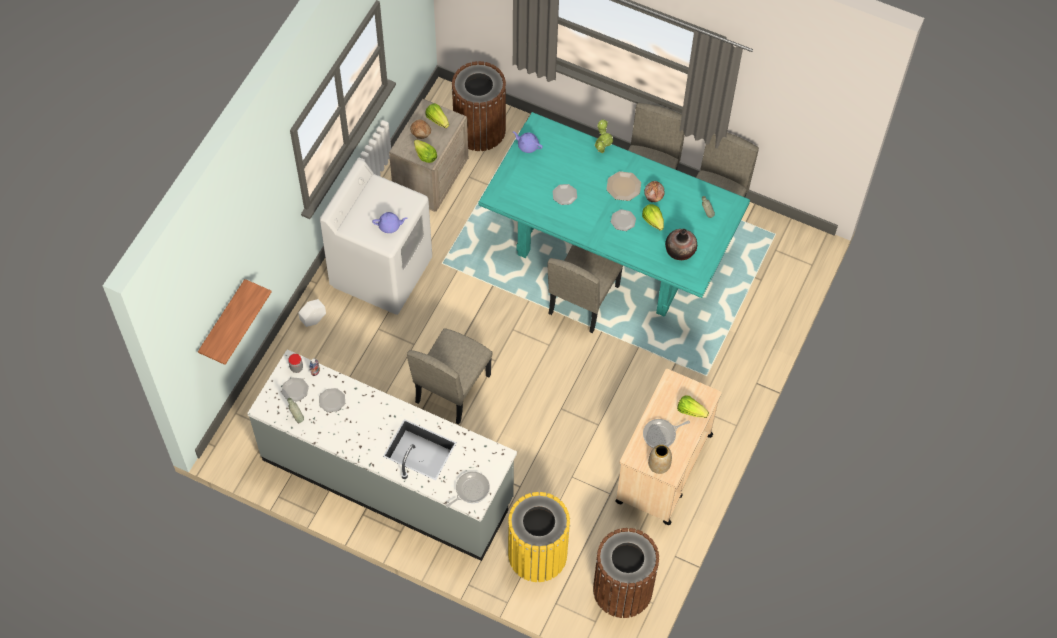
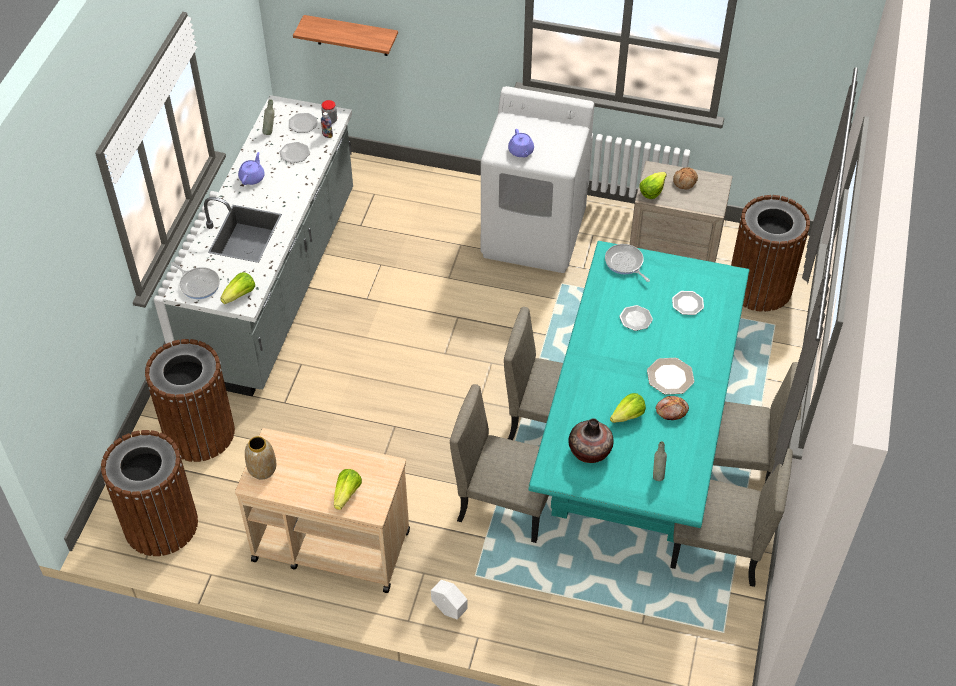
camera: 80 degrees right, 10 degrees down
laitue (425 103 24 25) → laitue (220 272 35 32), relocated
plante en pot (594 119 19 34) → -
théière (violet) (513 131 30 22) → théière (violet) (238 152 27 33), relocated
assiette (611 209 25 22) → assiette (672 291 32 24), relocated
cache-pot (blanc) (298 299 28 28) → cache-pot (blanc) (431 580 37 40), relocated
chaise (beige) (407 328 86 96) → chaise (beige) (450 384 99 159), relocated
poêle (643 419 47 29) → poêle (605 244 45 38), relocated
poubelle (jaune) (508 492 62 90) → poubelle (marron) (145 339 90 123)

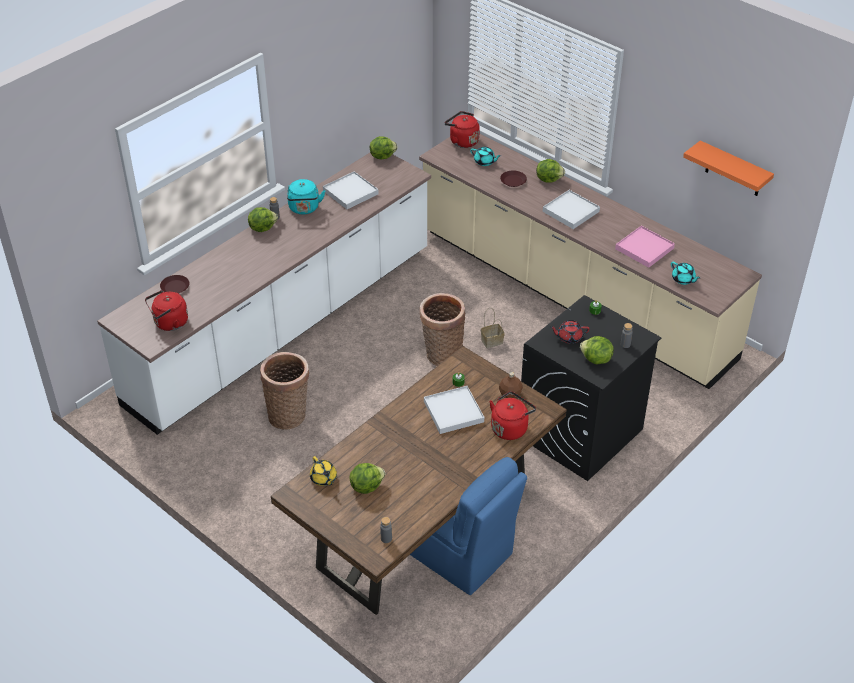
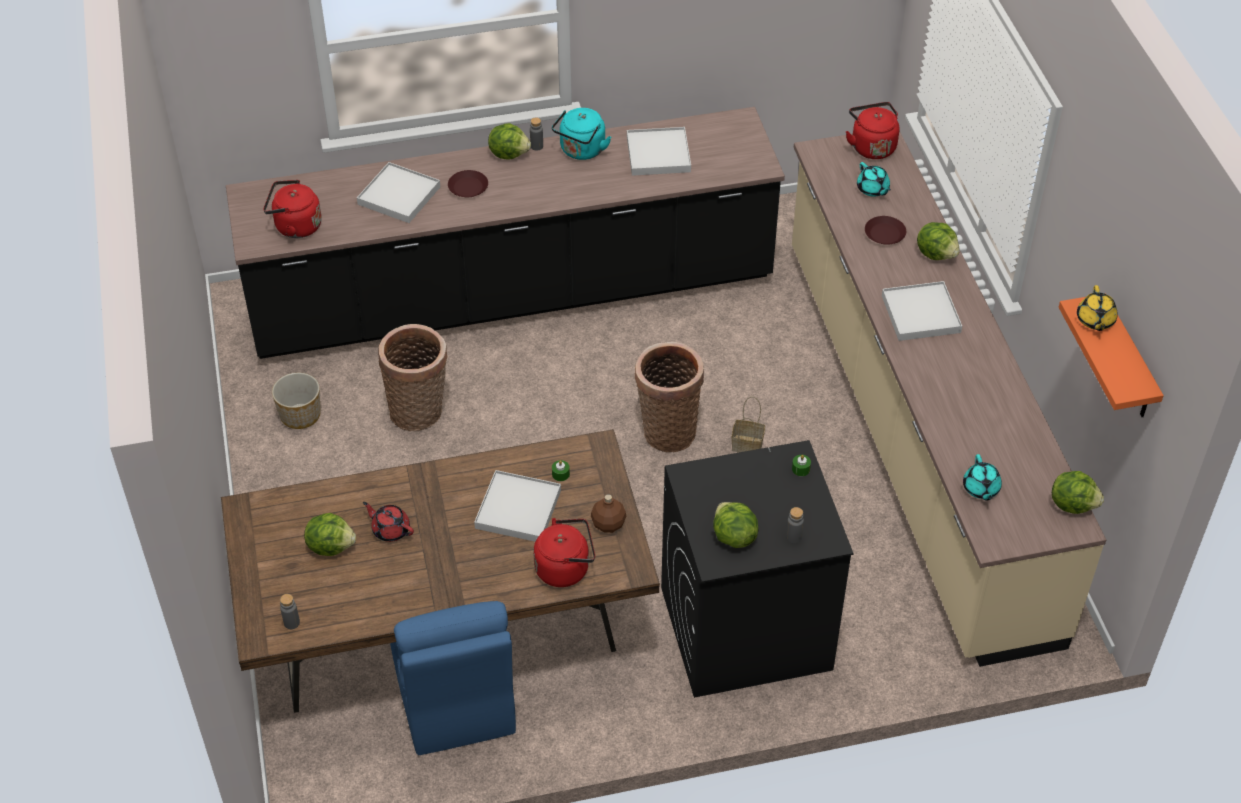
camera: 35 degrees right, 5 degrees up
laitue (370 136 28 23) → laitue (1052 471 52 43), relocated
comptoir de cuisine (blanc) (97 153 334 282) → comptoir de cuisine (noir) (226 107 559 252)
plateau (rose) (615 226 60 42) → -
assiette (marron) (160 275 30 19) → assiette (marron) (448 170 40 27), relocated
théière (rouge) (550 320 40 24) → théière (rouge) (363 502 51 40), relocated
théière (jaune) (310 456 27 30) → théière (jaune) (1077 285 40 46), relocated
- → plateau (blanc) (357 162 83 61)
- → cache-pot (272 373 49 56)

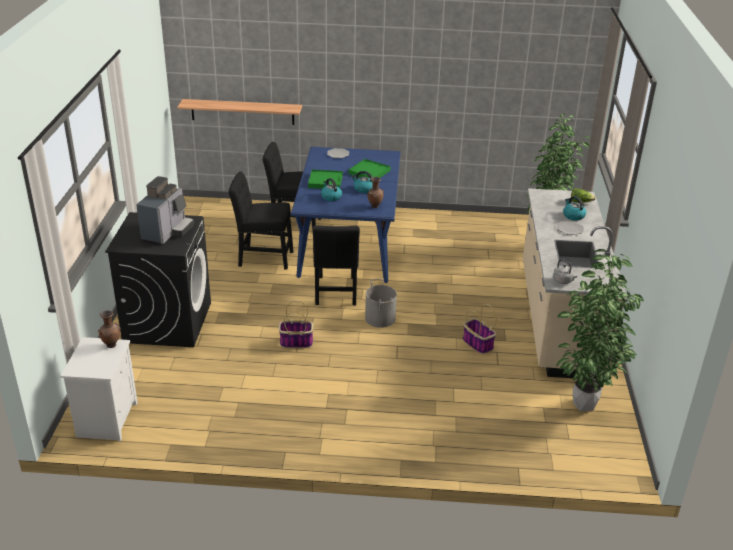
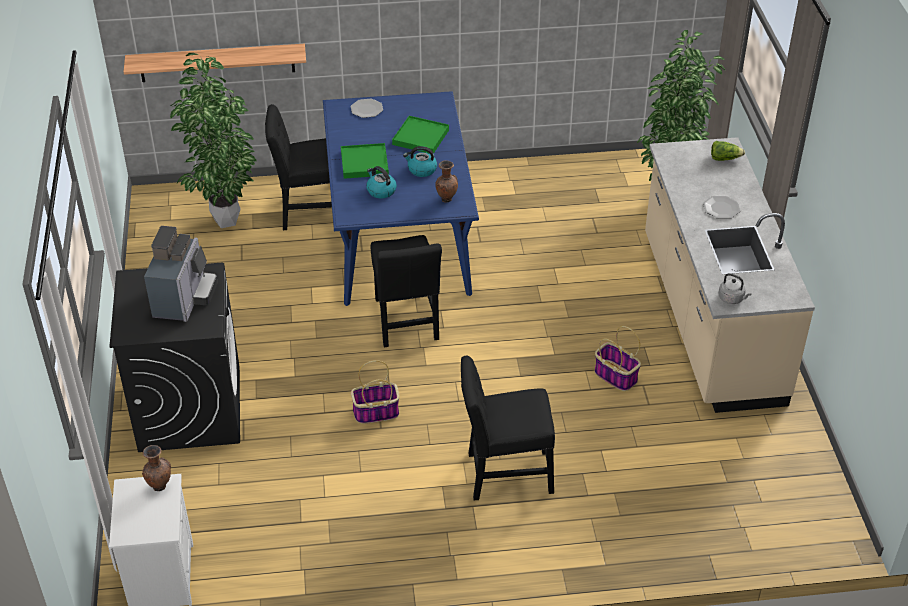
camera: 10 degrees left, 10 degrees up
chaise (noir) (229 171 65 99) → chaise (noir) (461 356 94 144), relocated
bouilloire (563 196 23 25) → -
plante en pot (556 249 88 162) → plante en pot (170 53 87 175), relocated
seau (gris) (365 278 32 50) → -

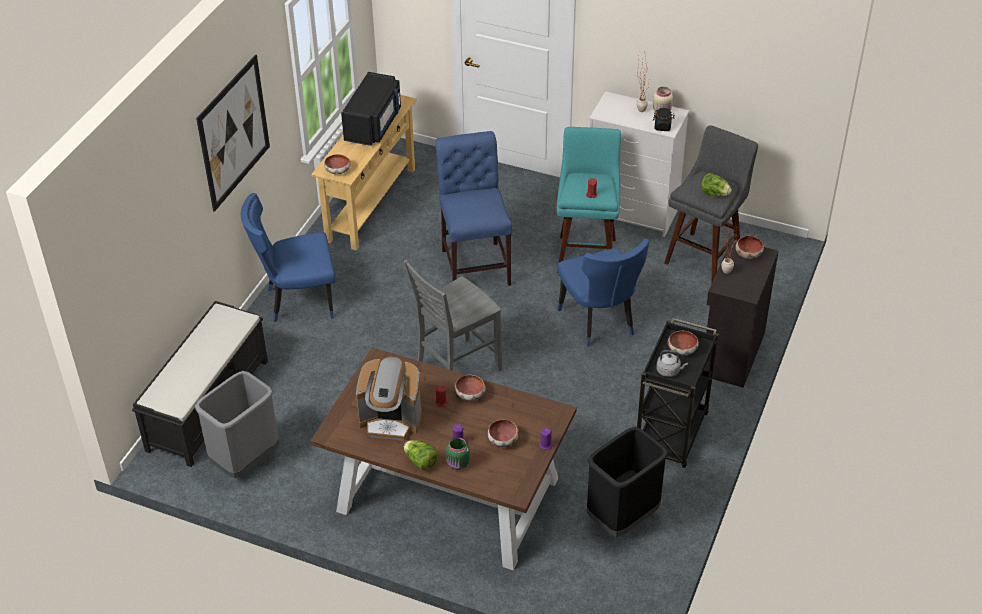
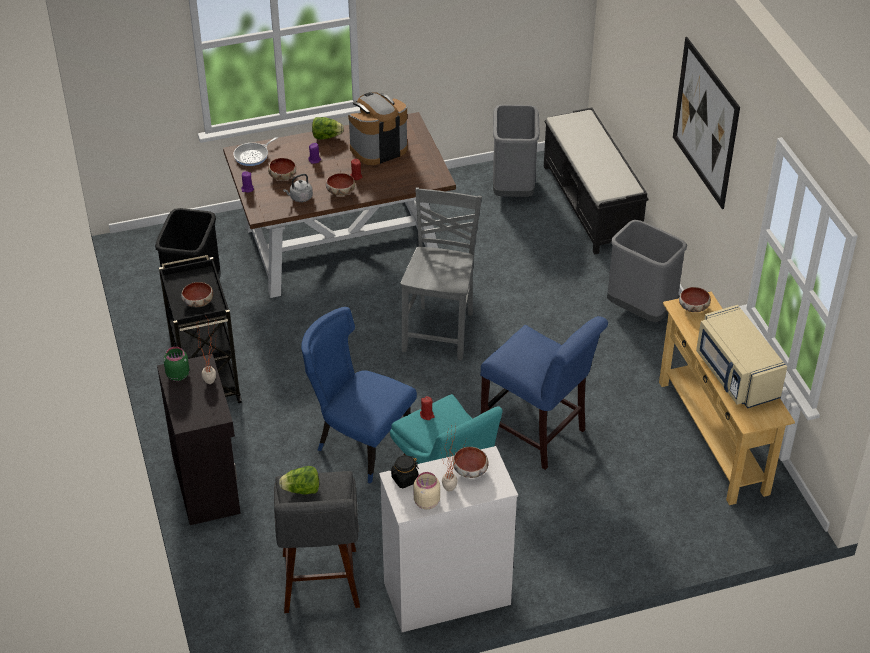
camera: 140 degrees right, 0 degrees up
micro-ondes (noir) (341 72 60 74) → micro-ondes (beige) (696 305 91 103)
chaise (bleu) (241 193 95 129) → poubelle (gris) (607 220 80 102)
bol (735 236 29 23) → bol (453 447 36 31), relocated
bouilloire (gris) (656 350 32 27) → bouilloire (gris) (283 174 30 28), relocated
bocal (vert) (446 437 24 33) → bocal (vert) (164 347 26 34), relocated
- → poêle (234 137 44 29)

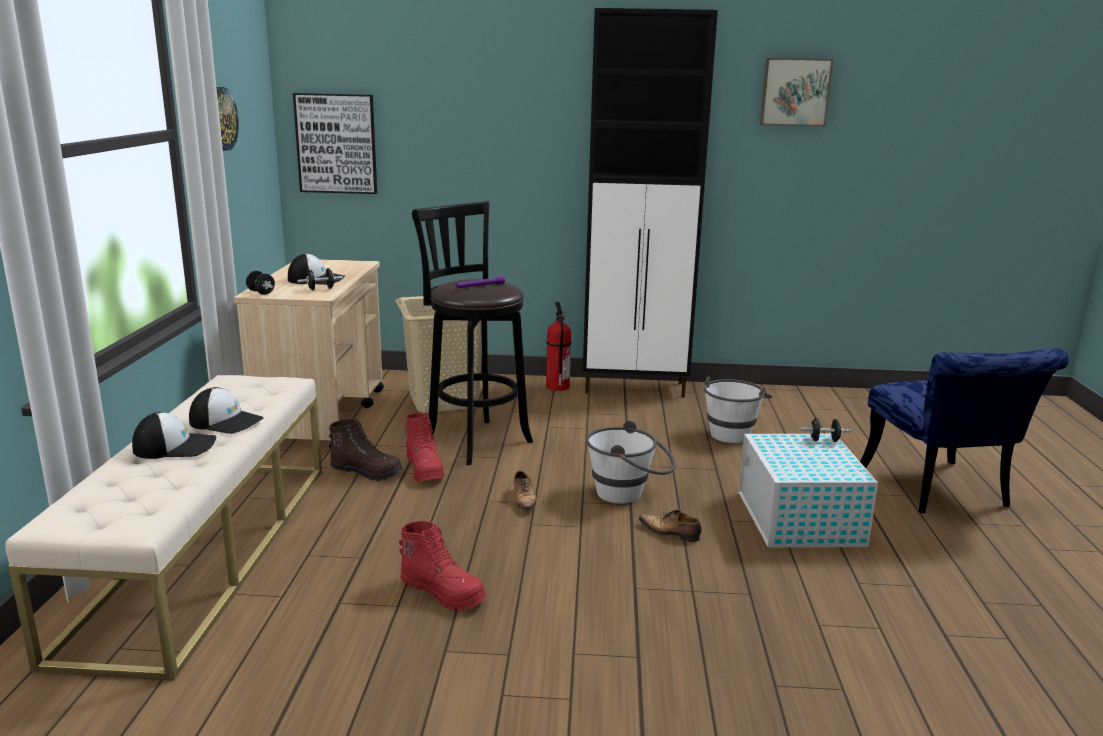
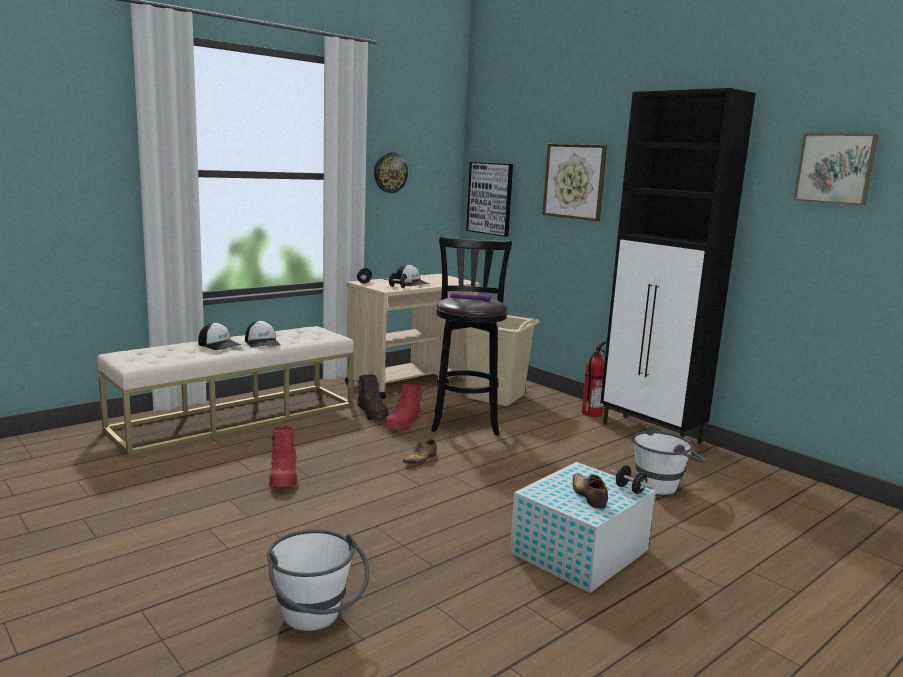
camera: 45 degrees right, 5 degrees down
chaise (bleu) (860 348 209 165) → -
seau (blanc) (586 420 90 84) → seau (blanc) (267 529 102 102), relocated
chaussure (639 510 63 32) → chaussure (573 474 35 35), relocated
- → tableau (542 144 65 77)

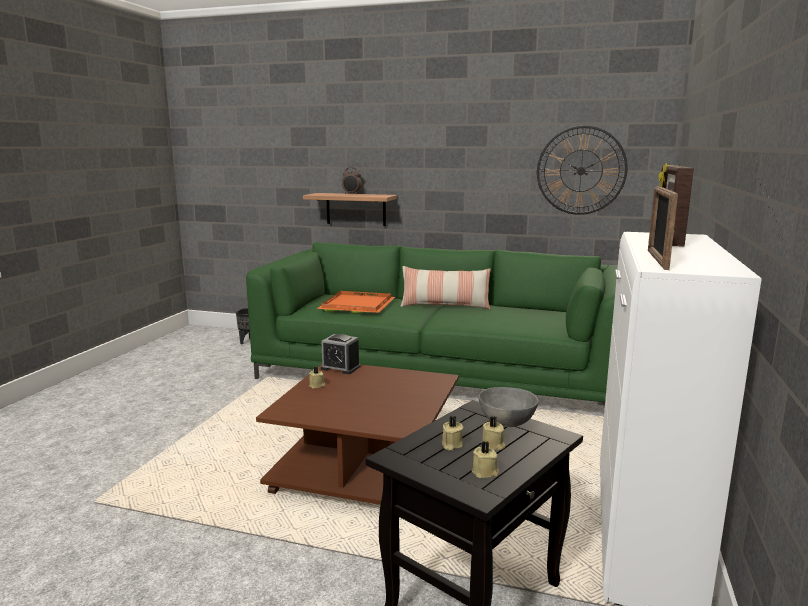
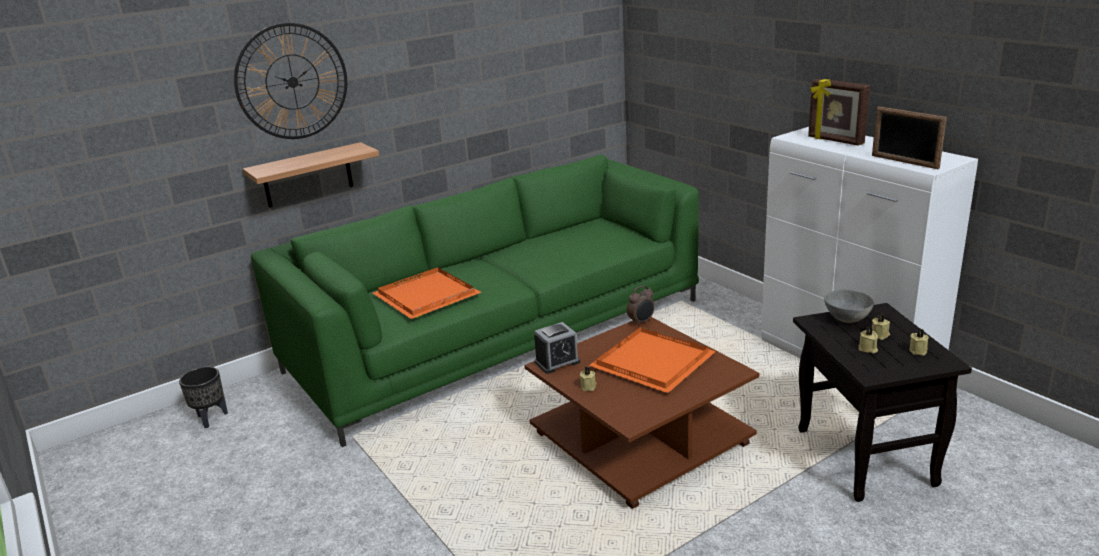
camera: 50 degrees left, 10 degrees up
horloge murale (537 126 91 89) → horloge murale (234 23 113 116), relocated
réveil (342 167 20 27) → réveil (627 286 28 40), relocated
coussin (400 266 91 44) → -
- → plateau (orange) (589 327 127 66)

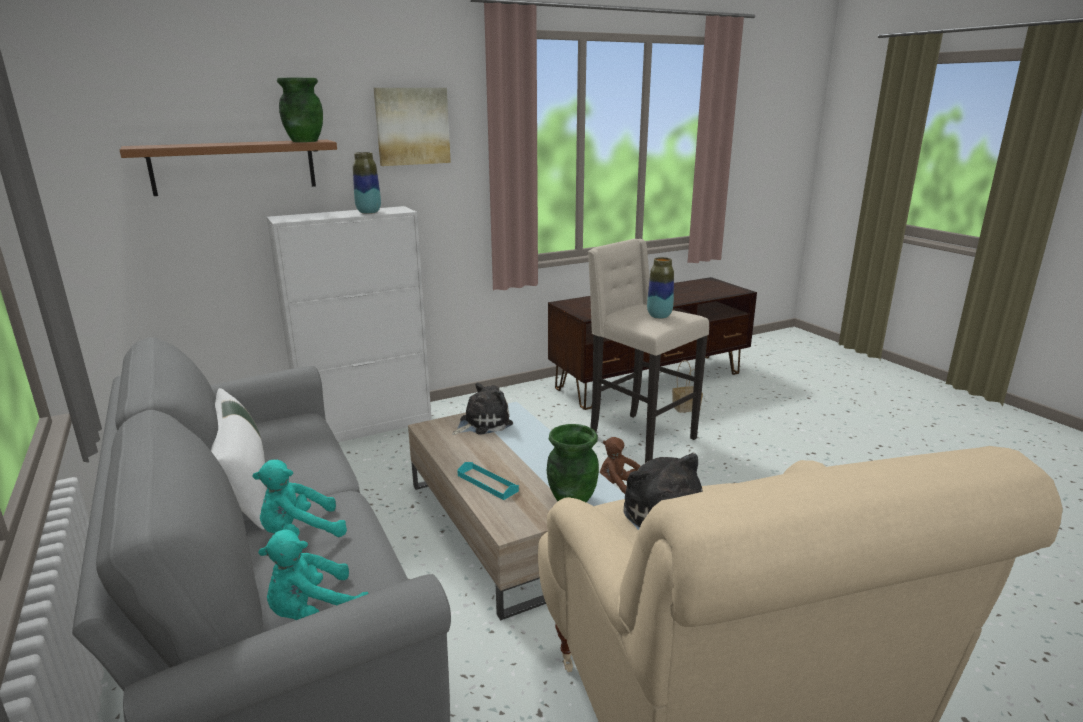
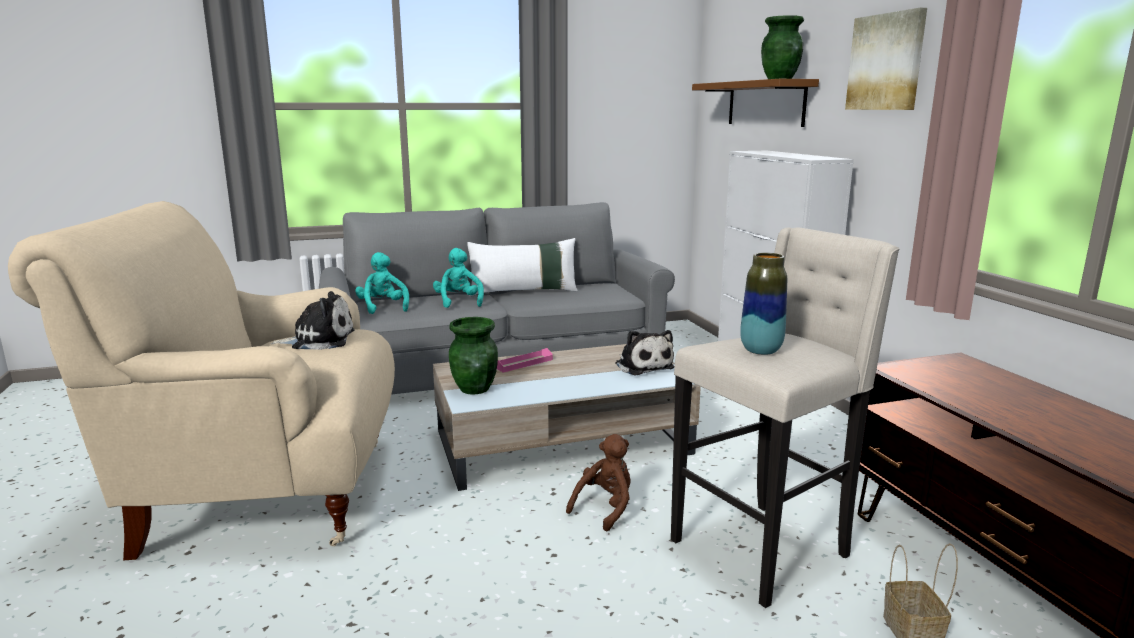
camera: 100 degrees right, 5 degrees down
vase (353 152 28 62) → -
plateau (turquoise) (457 462 62 38) → plateau (rose) (497 348 56 25)

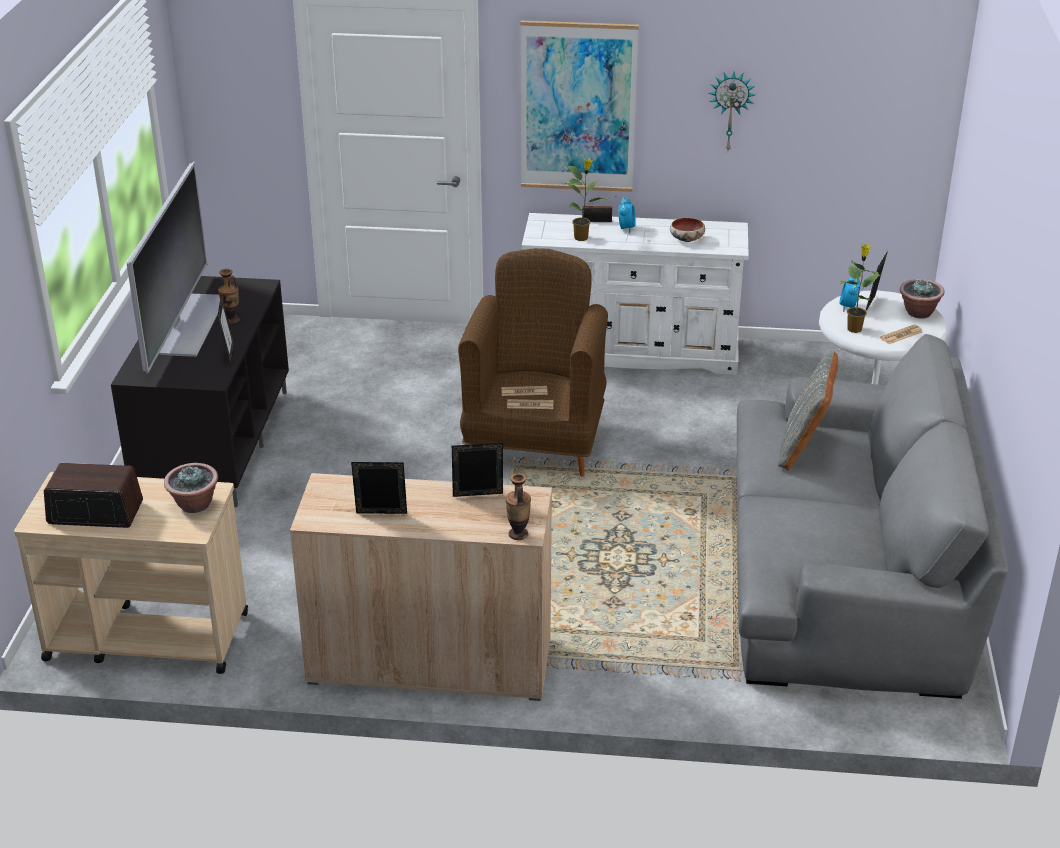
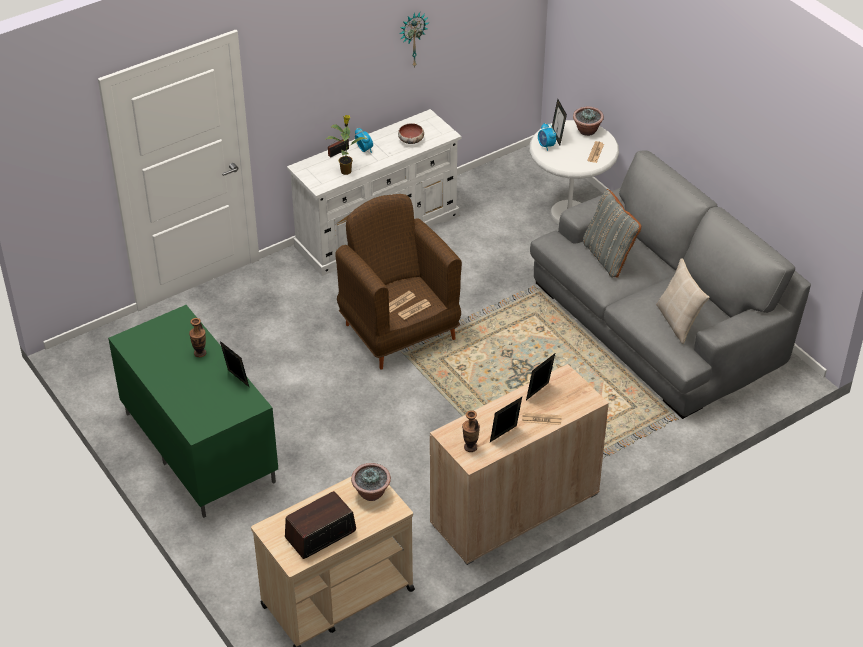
camera: 40 degrees left, 10 degrees up
tableau (520 20 119 172) → -
téléviseur (127 162 93 211) → -
plante en pot (839 244 41 89) → -
meuble télé (noir) (111 276 178 231) → meuble télé (vert) (108 305 170 213)
vase (506 473 25 67) → vase (462 410 18 42), relocated
- → coussin (beige) (656 258 54 86)
- → journal (522 413 40 12)

